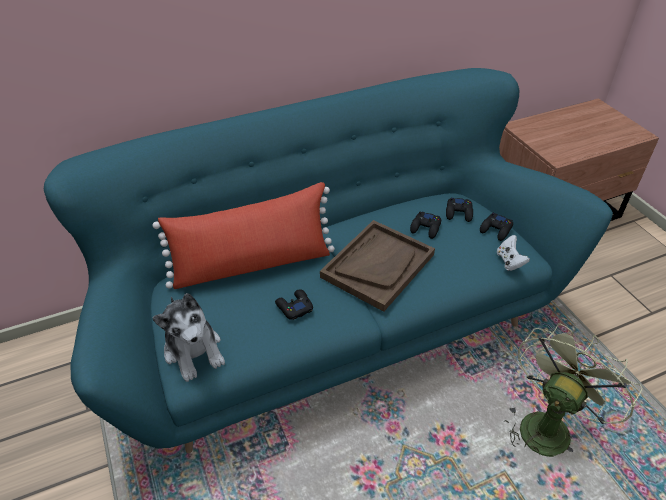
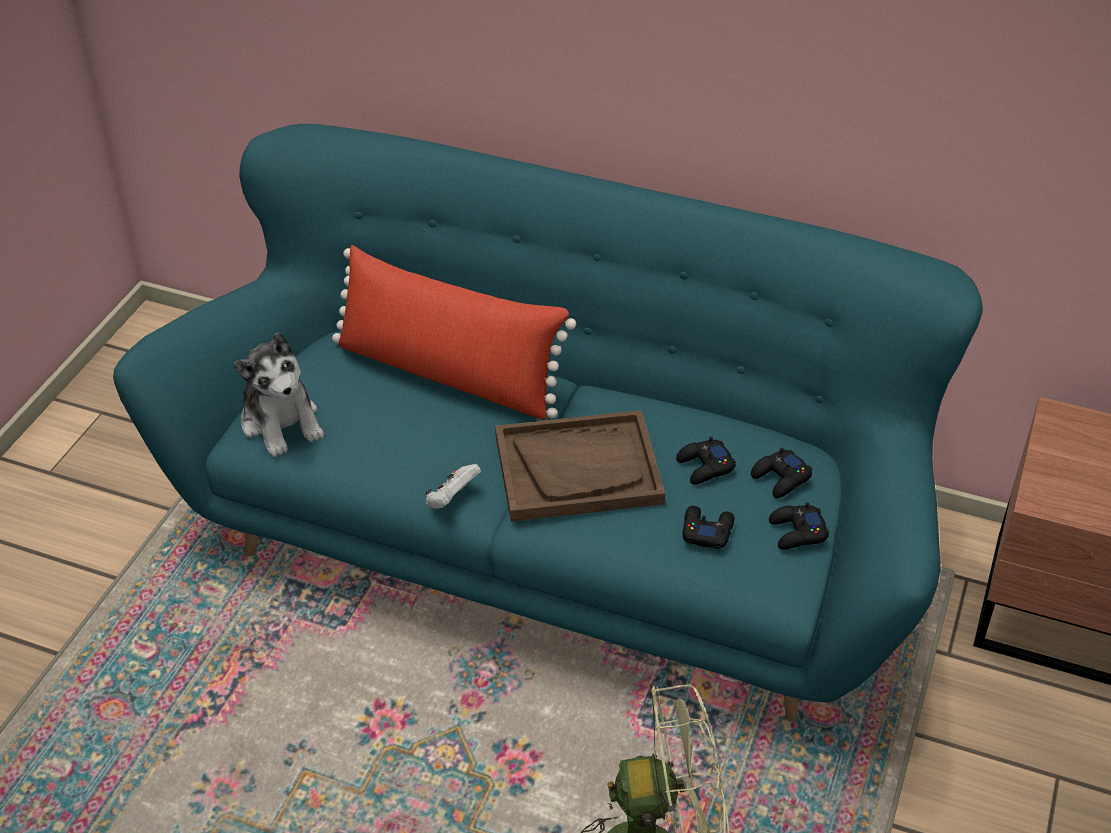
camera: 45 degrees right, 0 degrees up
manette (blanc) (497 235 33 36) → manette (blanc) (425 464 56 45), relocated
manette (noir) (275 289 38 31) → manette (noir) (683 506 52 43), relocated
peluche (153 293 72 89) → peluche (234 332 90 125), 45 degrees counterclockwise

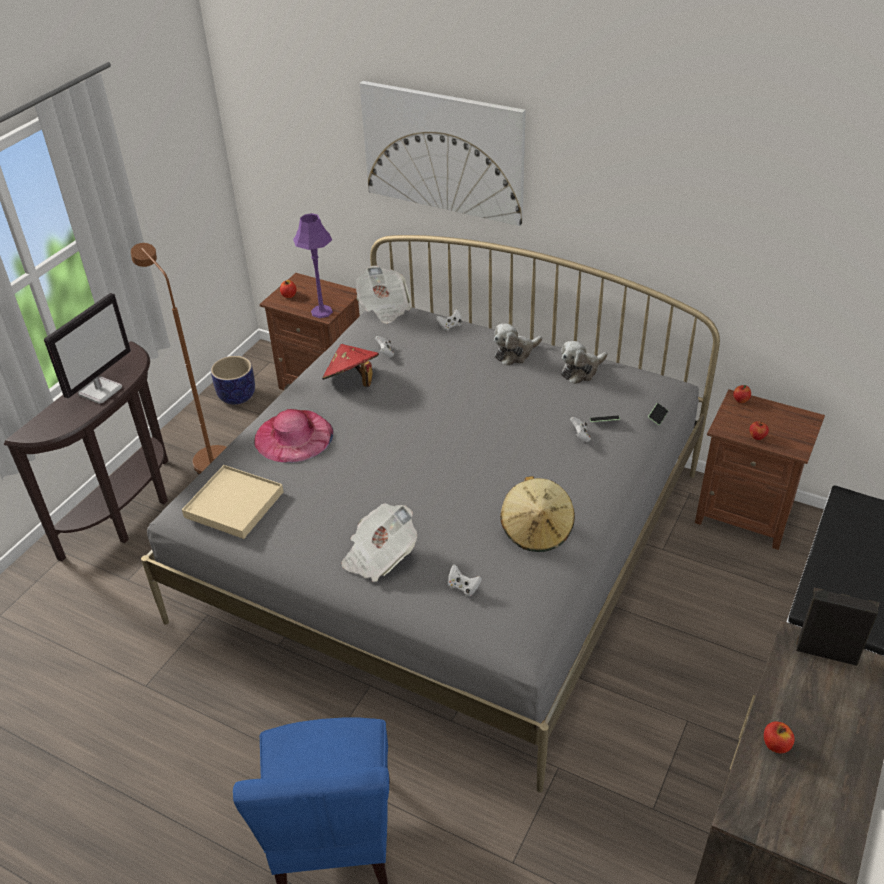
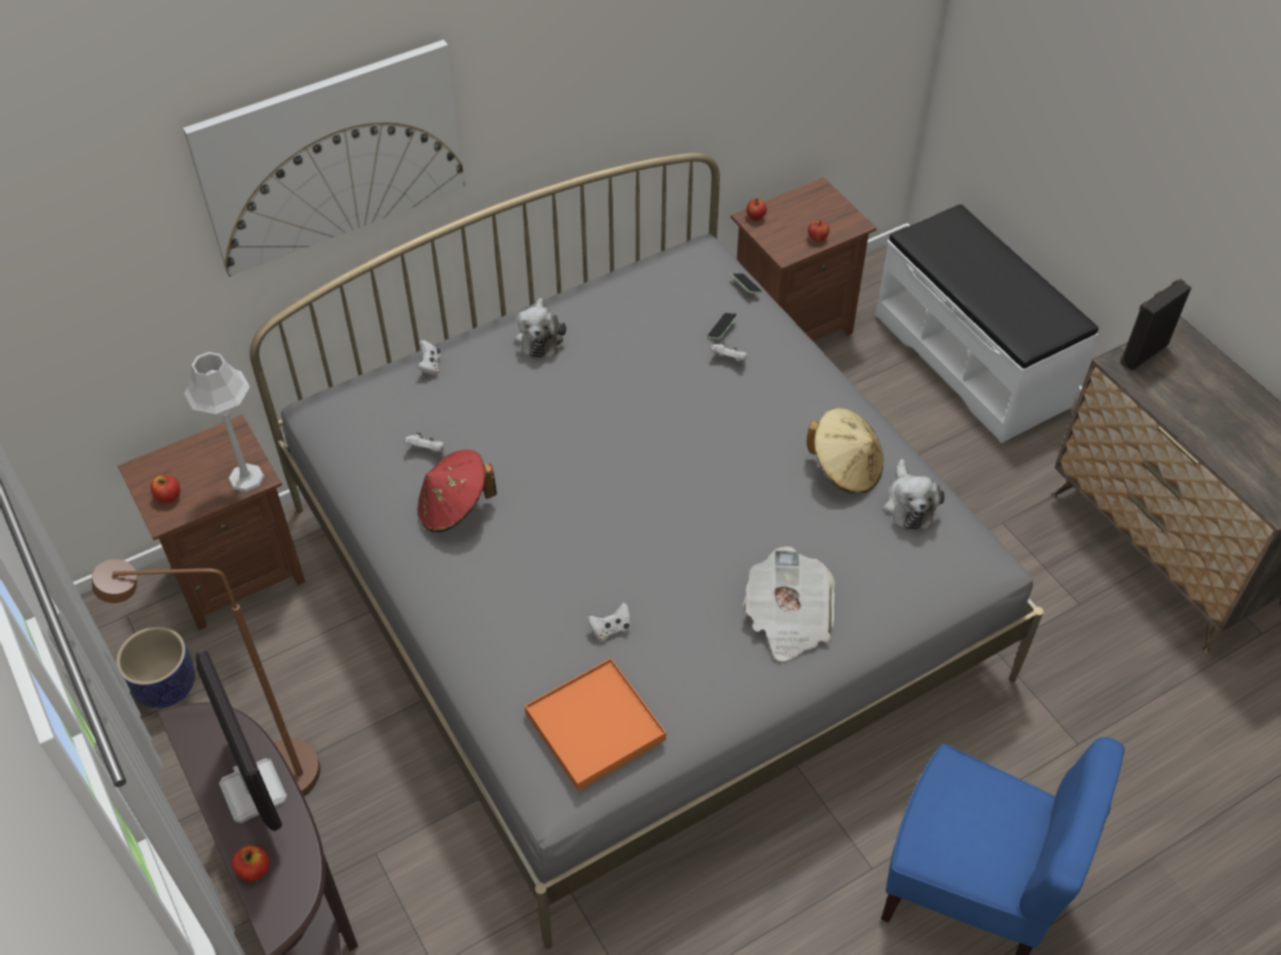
camera: 60 degrees left, 10 degrees up
lampe de table (violet) (293 213 40 105) → lampe de table (gris) (184 352 80 140)
journal (356 265 55 59) → -
peluche (561 341 47 43) → peluche (883 459 62 71), relocated
chapeau (rose) (254 409 79 54) → -
plateau (beige) (182 465 102 74) → plateau (orange) (524 658 142 133)
manette (blanc) (448 564 34 32) → manette (blanc) (587 602 43 39), relocated
pomme (764 721 31 33) → pomme (232 845 38 37), relocated

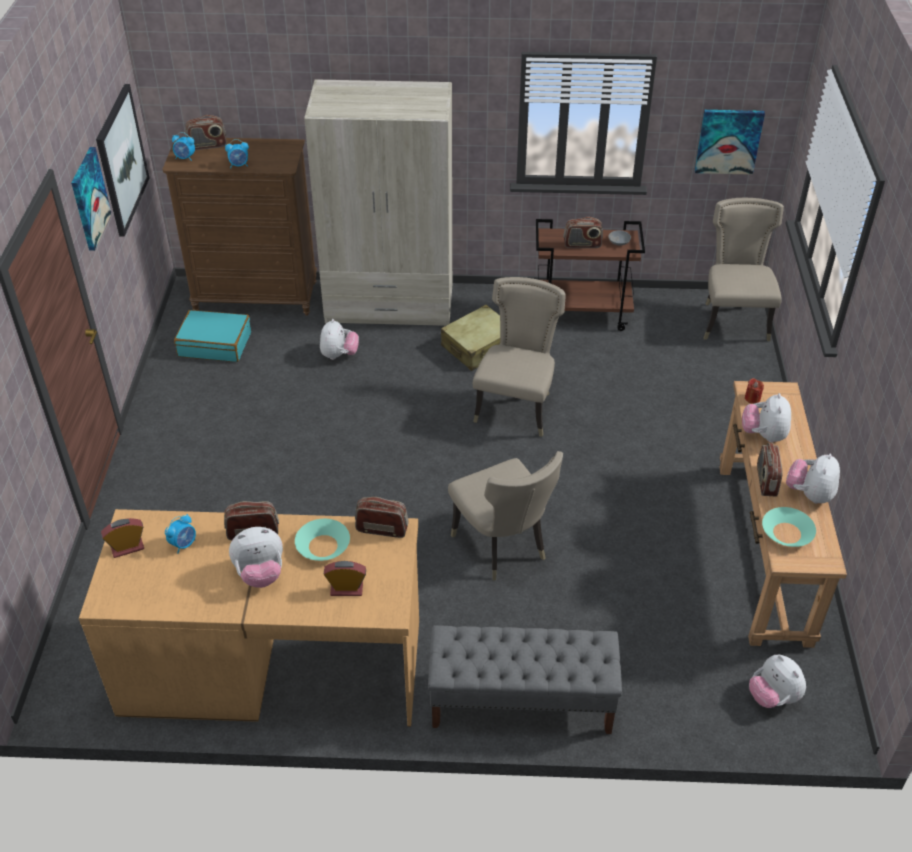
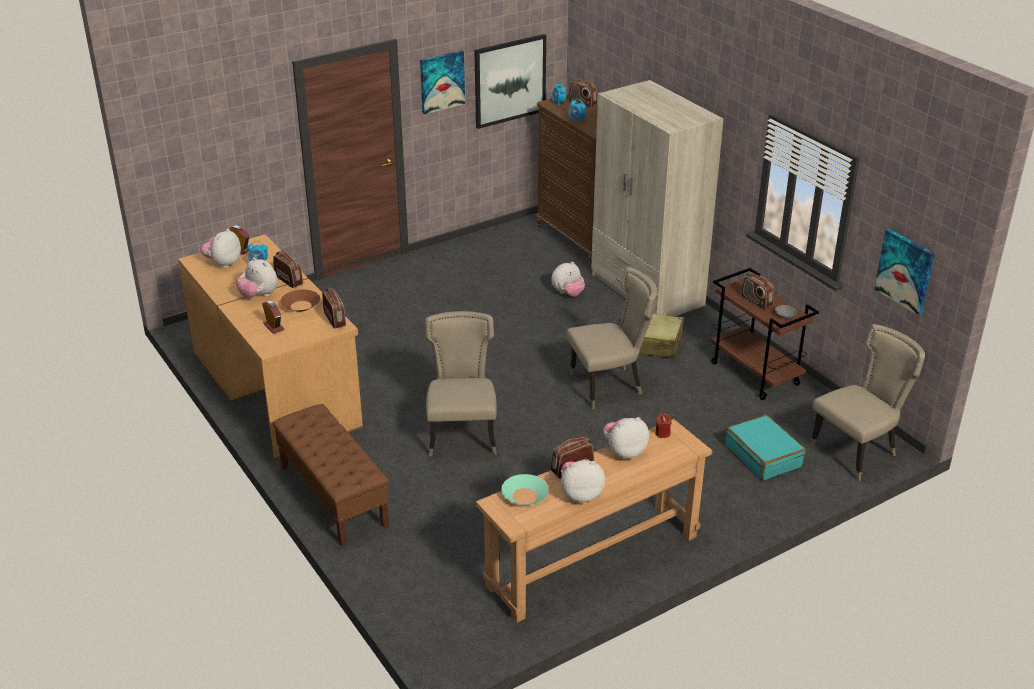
camera: 55 degrees right, 10 degrees down
valise (turquoise) (174 310 77 52) → valise (turquoise) (725 415 81 65), relocated
chaise (beige) (448 451 115 129) → chaise (beige) (425 311 72 145), 150 degrees clockwise
bol (turquoise) (295 519 55 42) → bol (marron) (280 290 40 22)
banc (gris) (428 625 194 109) → banc (marron) (273 404 116 143)
peluche (749 655 57 53) → peluche (200 229 41 39), relocated

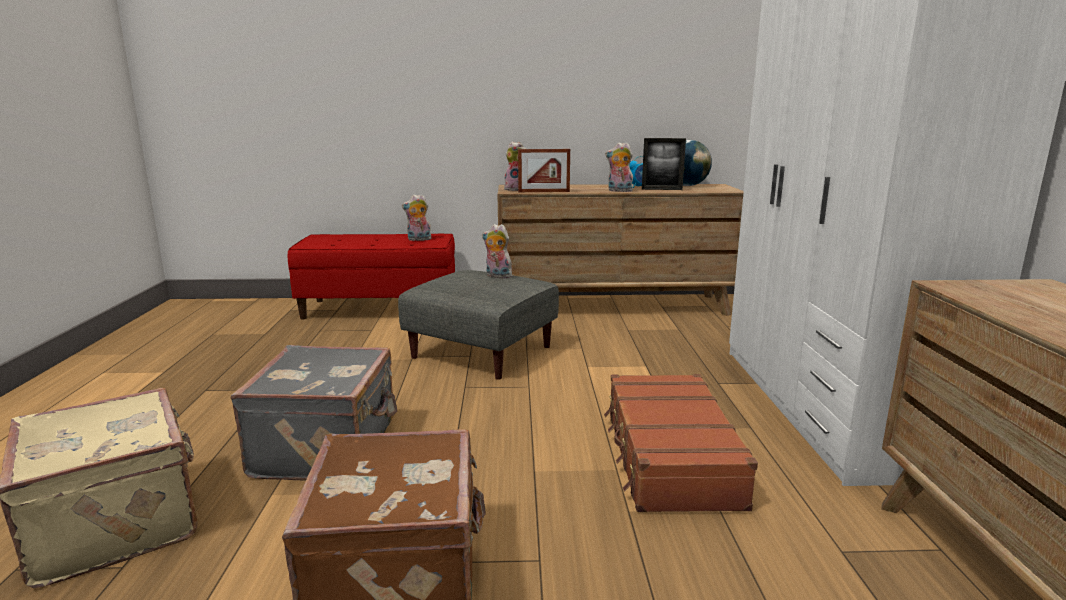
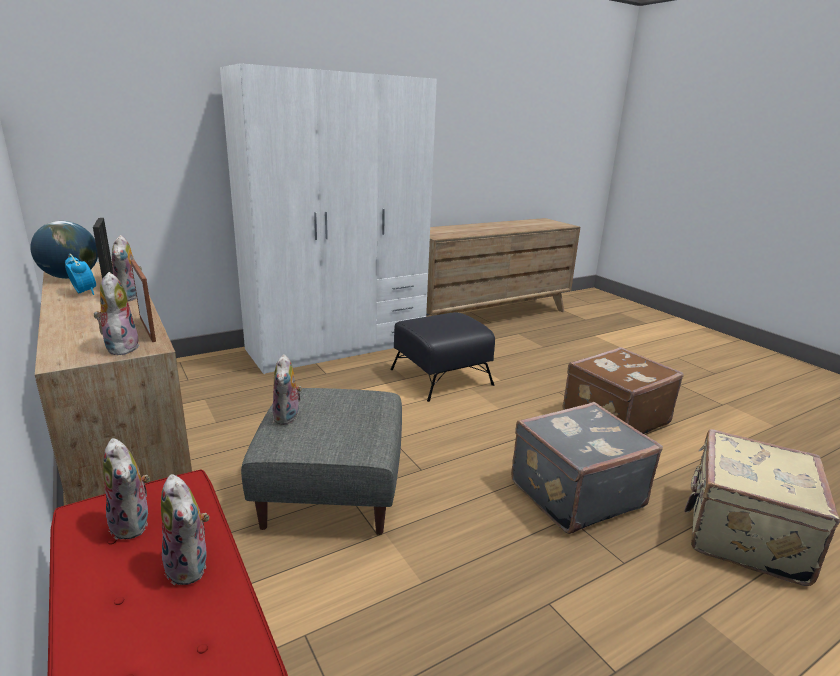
camera: 120 degrees left, 5 degrees up
valise (marron) (604 374 154 138) → pouf (noir) (390 312 105 90)
- → peluche (161 474 48 111)

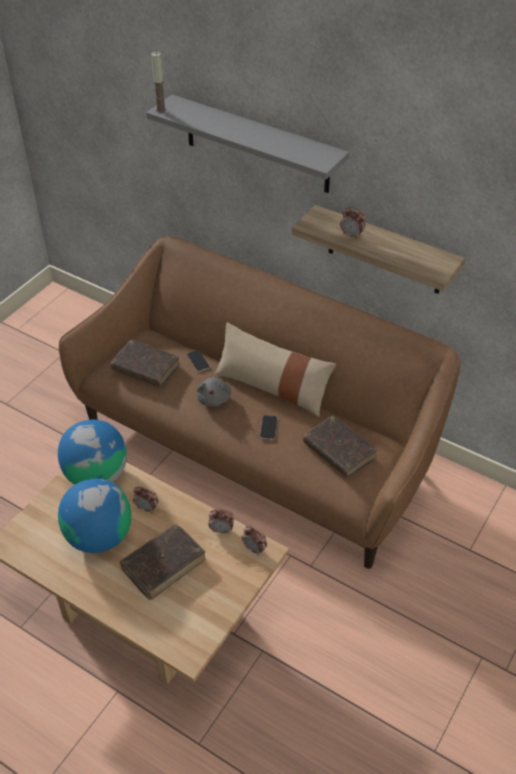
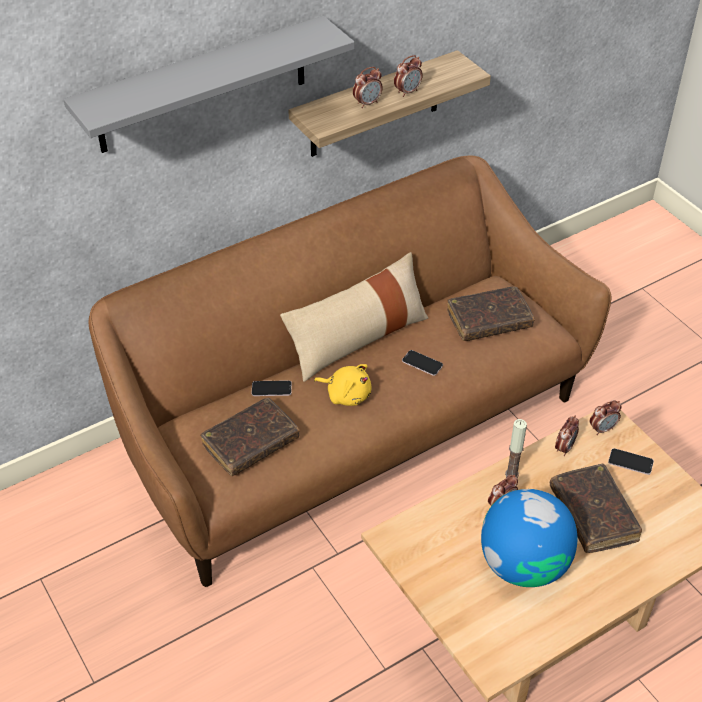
camera: 65 degrees left, 0 degrees up
bougie (151 52 15 61) → bougie (505 419 22 59), relocated
peluche (gris) (197 376 34 31) → peluche (jaune) (314 364 58 42)
globe (58 420 69 65) → -
- → réveil (394 55 29 42)
- → téléphone (608 448 46 27)

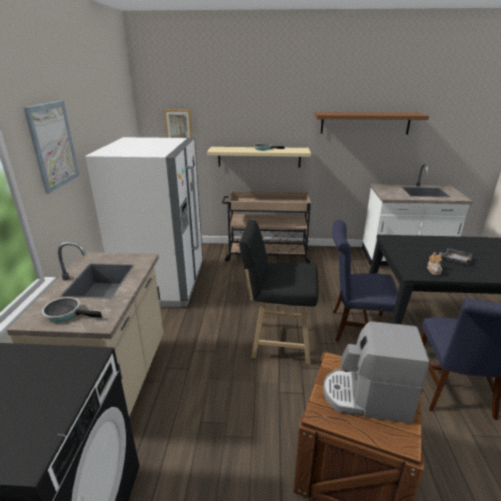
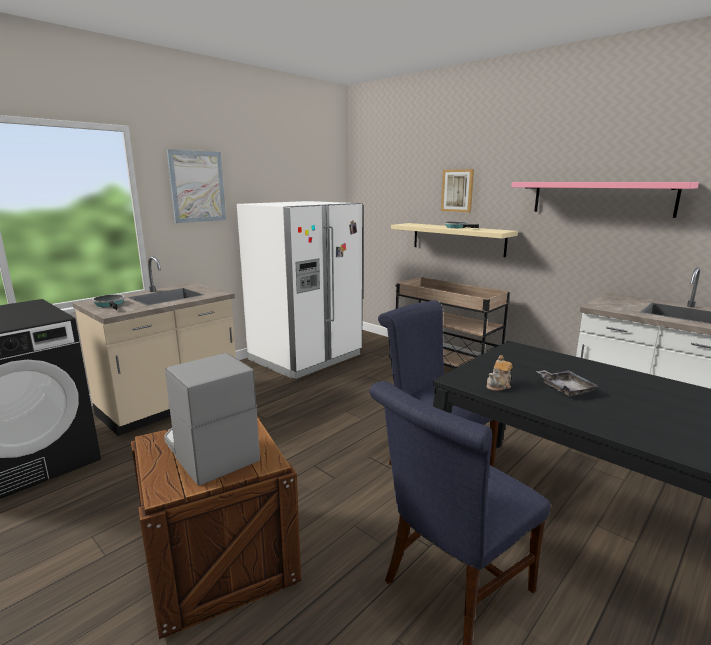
camera: 40 degrees right, 10 degrees down
tableau (164 110 28 28) → tableau (441 169 33 43), relocated
étagère (marron) (314 112 115 22) → étagère (rose) (511 182 188 36)
tabouret (noir) (239 219 80 145) → -

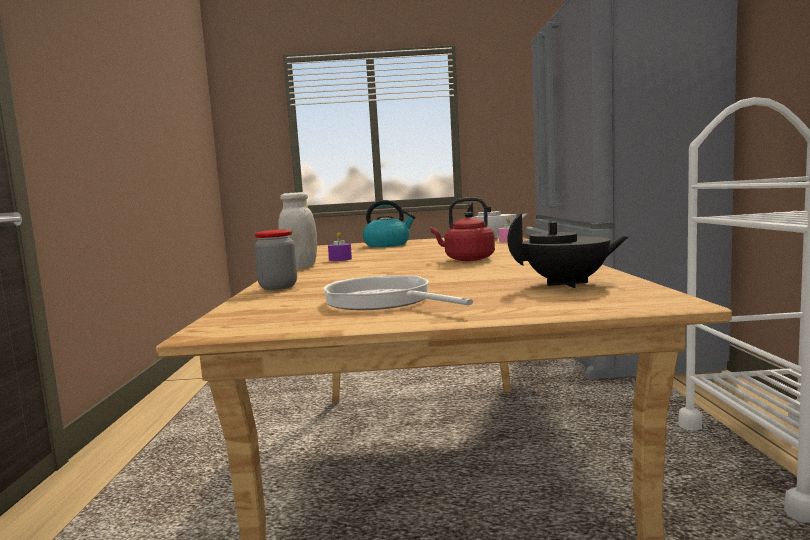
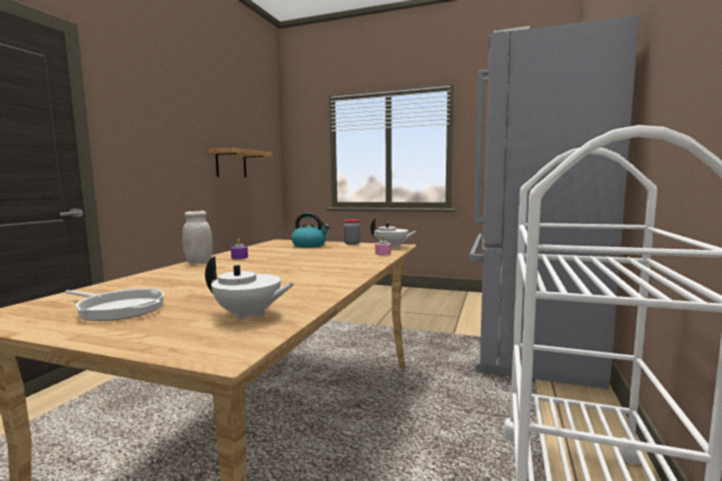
camera: 20 degrees right, 0 degrees up
bouilloire (rouge) (430 197 65 64) → -
théière (noir) (507 213 122 75) → théière (blanc) (205 256 90 65)
bocal (254 230 43 60) → bocal (344 219 16 26), relocated
poêle (323 276 150 34) → poêle (65 288 99 33), 135 degrees clockwise
- → étagère (209 148 64 29)

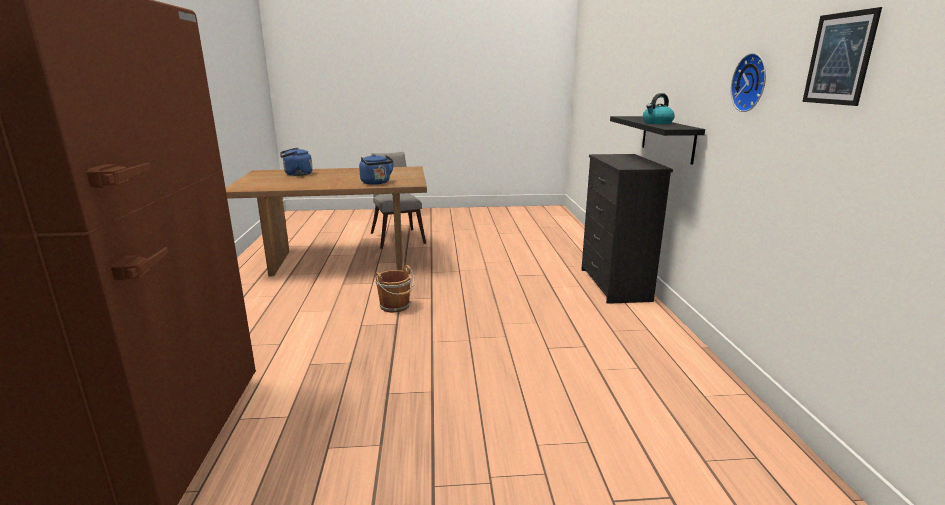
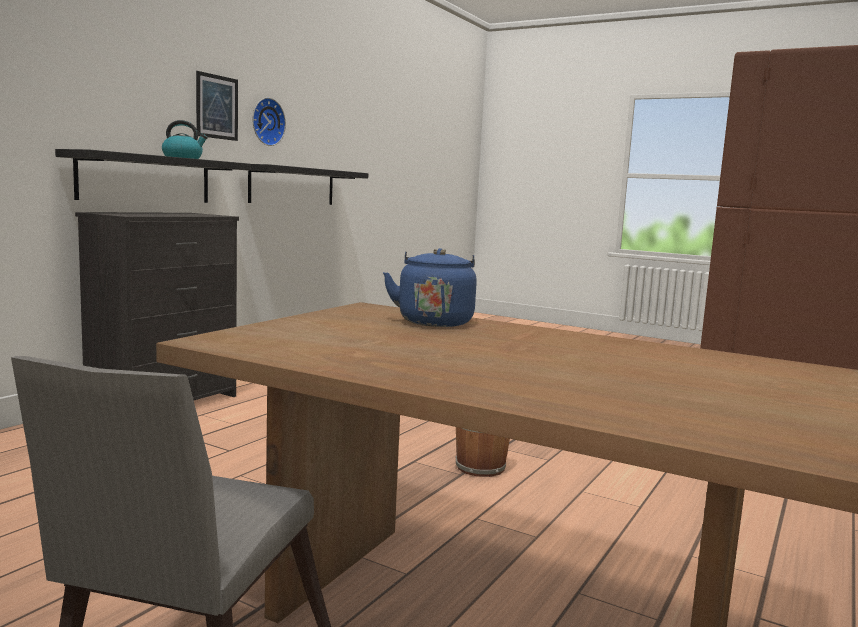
camera: 145 degrees left, 10 degrees down
tableau (802 7 80 99) → tableau (196 71 42 70), relocated
bouilloire (bleu) (280 148 33 28) → -
- → étagère (noir) (248 164 120 41)

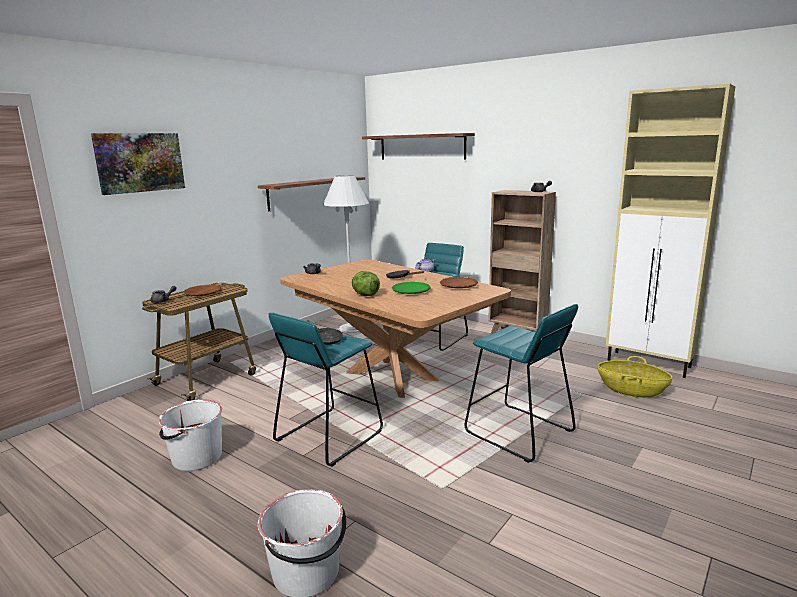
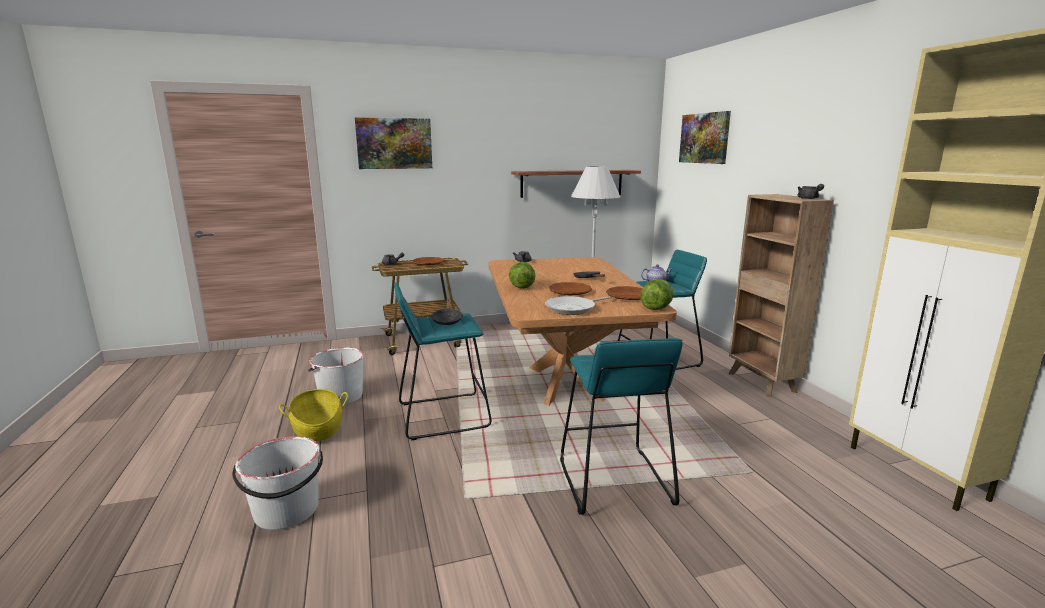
camera: 35 degrees right, 0 degrees up
étagère (362 133 113 27) → tableau (679 111 52 53)
assiette (vert) (392 282 39 12) → assiette (marron) (549 282 43 13)
panier (597 356 76 42) → panier (279 389 69 53), relocated
- → laitue (640 279 34 31)
- → poêle (545 296 66 19)

